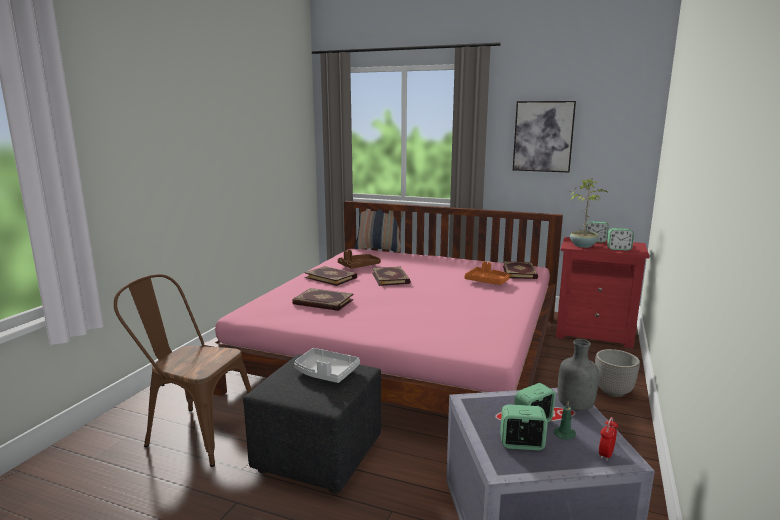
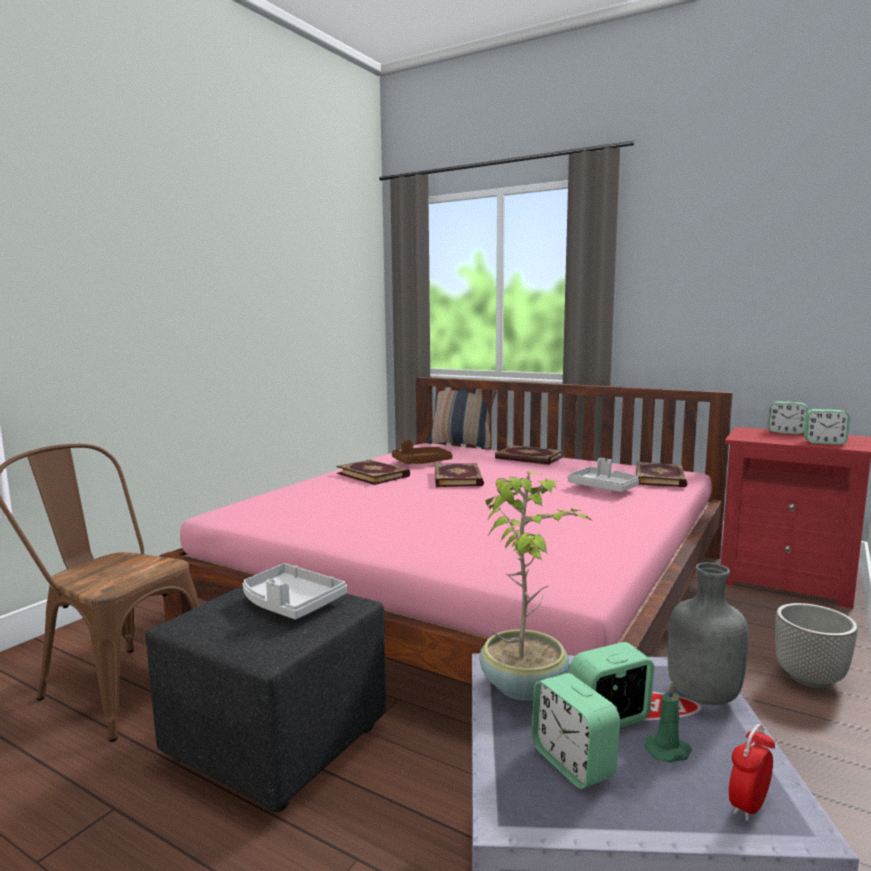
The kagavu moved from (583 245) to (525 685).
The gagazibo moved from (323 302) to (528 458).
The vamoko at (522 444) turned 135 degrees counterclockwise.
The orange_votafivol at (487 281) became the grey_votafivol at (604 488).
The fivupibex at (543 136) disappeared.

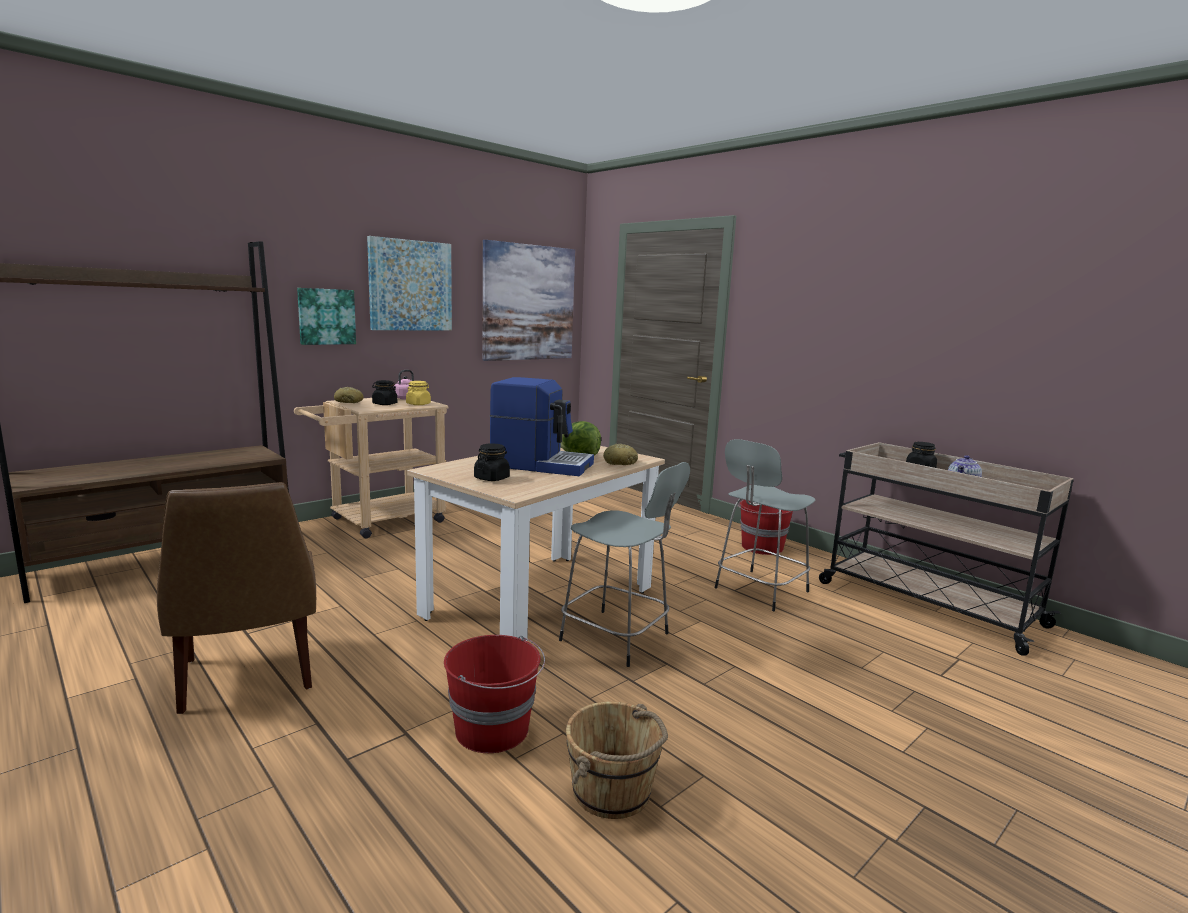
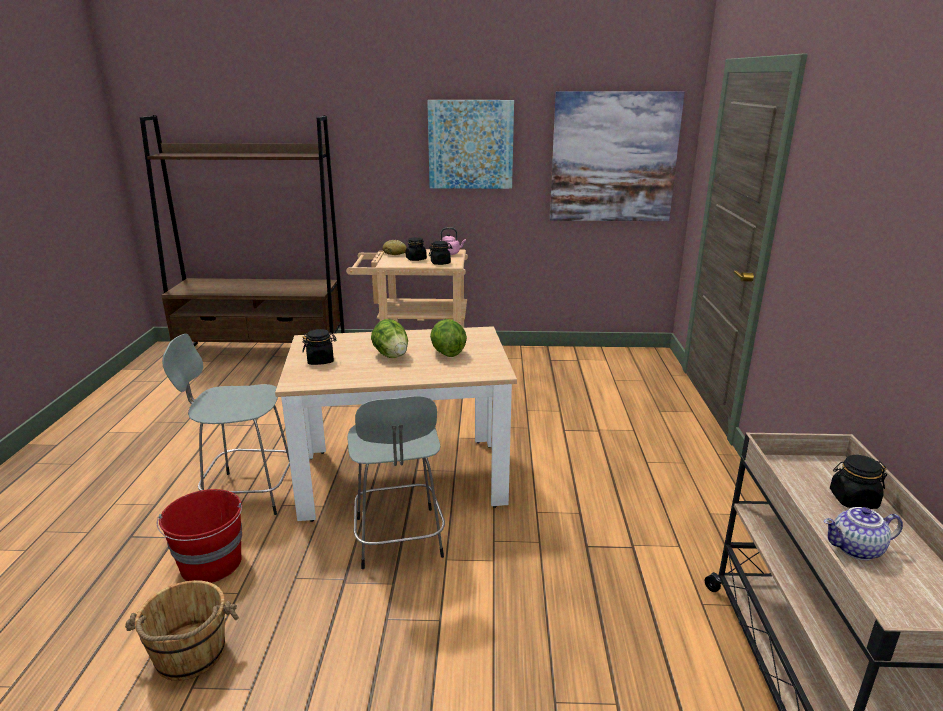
The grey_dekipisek moved from (759 591) to (246 493).
The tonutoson at (541 464) was replaced by the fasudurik at (391 355).
The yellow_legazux at (418 404) became the black_legazux at (440 263).
The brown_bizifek at (248 677) disappeared.
The fivupibex at (326 316) disappeared.
The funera at (620 463) disappeared.
The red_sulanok at (761 547) disappeared.

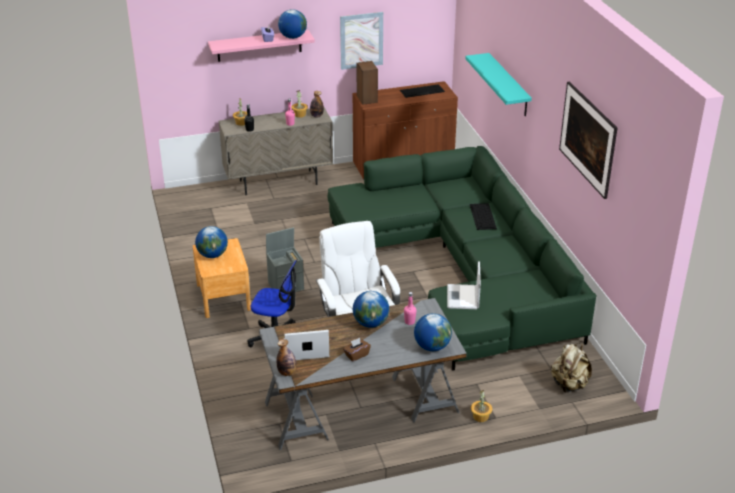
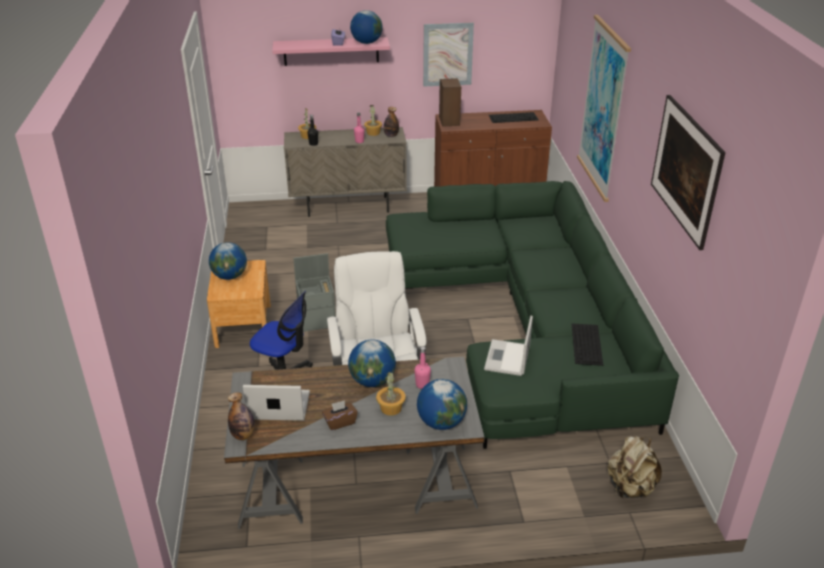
The kagavu moved from (481 417) to (391 408).
The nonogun moved from (483 216) to (587 344).
The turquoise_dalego at (508 85) was replaced by the fivupibex at (603 108).

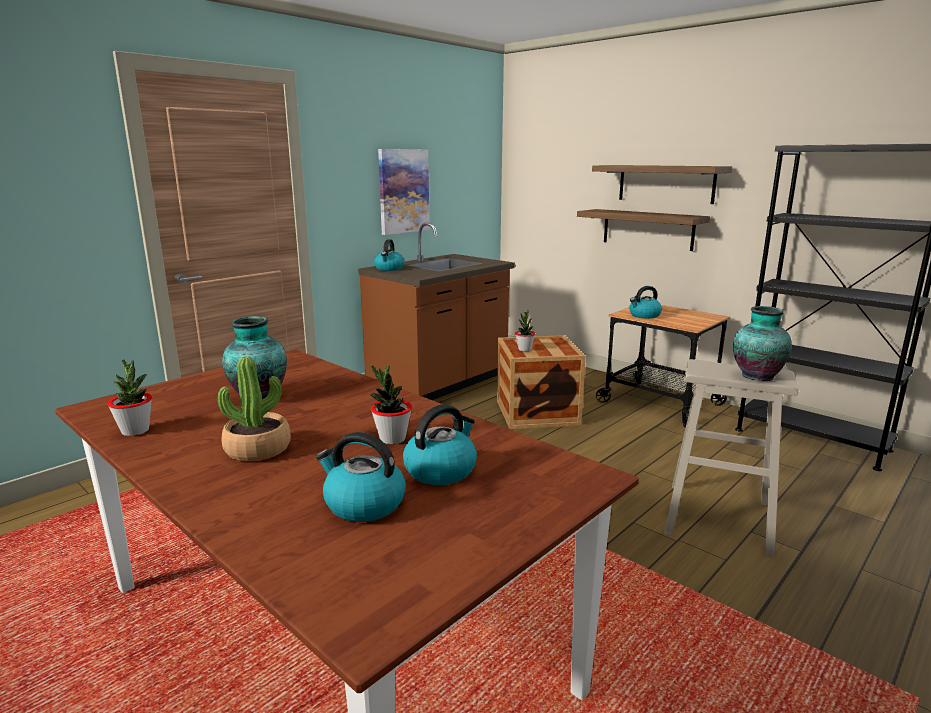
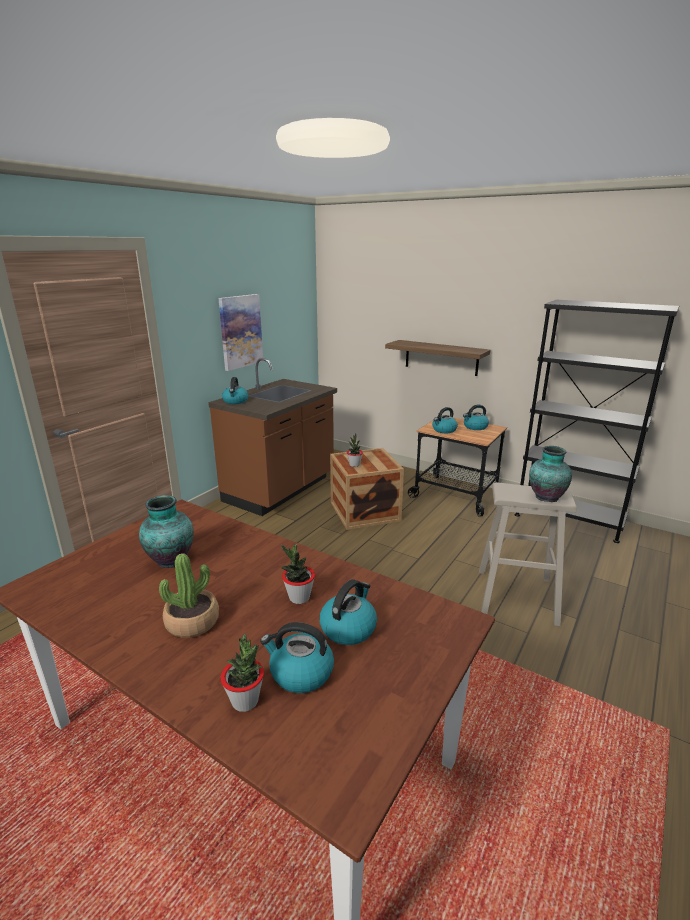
The kagavu moved from (135 431) to (245 701).
The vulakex at (475 427) appeared.
The dalego at (666 183) disappeared.

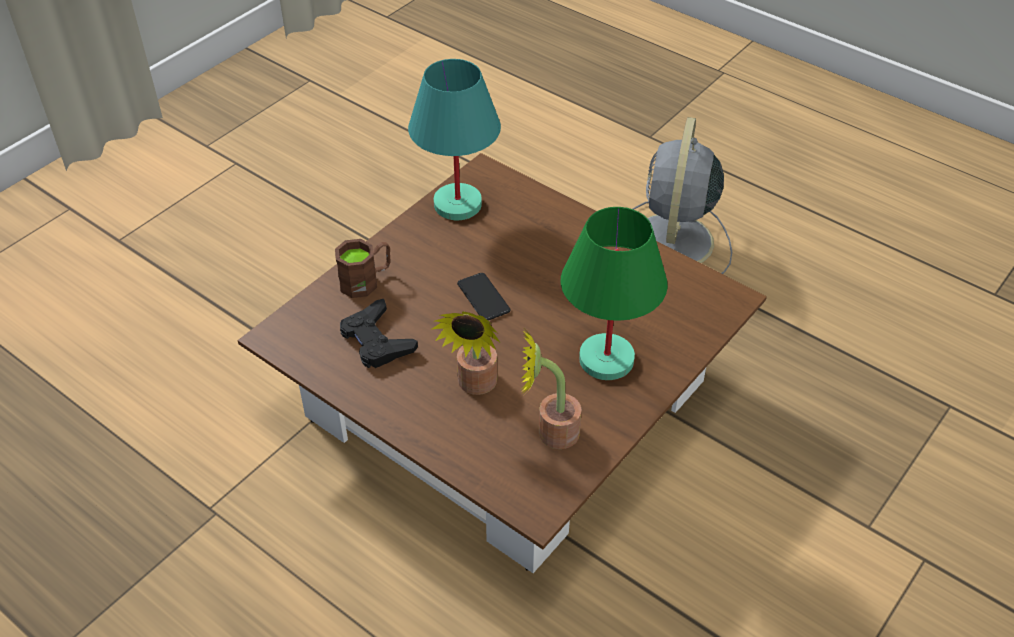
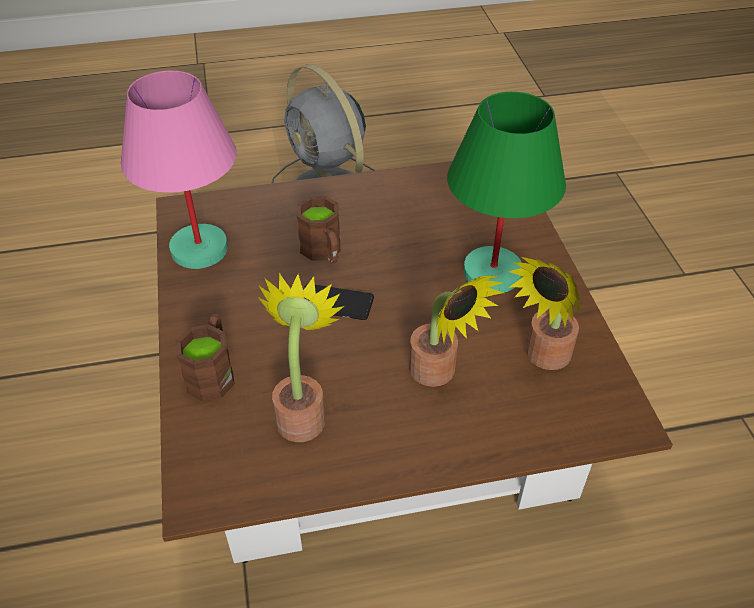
The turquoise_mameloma at (456 204) became the pink_mameloma at (198 250).
The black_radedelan at (376 340) was replaced by the kagavu at (302 412).
The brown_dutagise at (324 252) appeared.

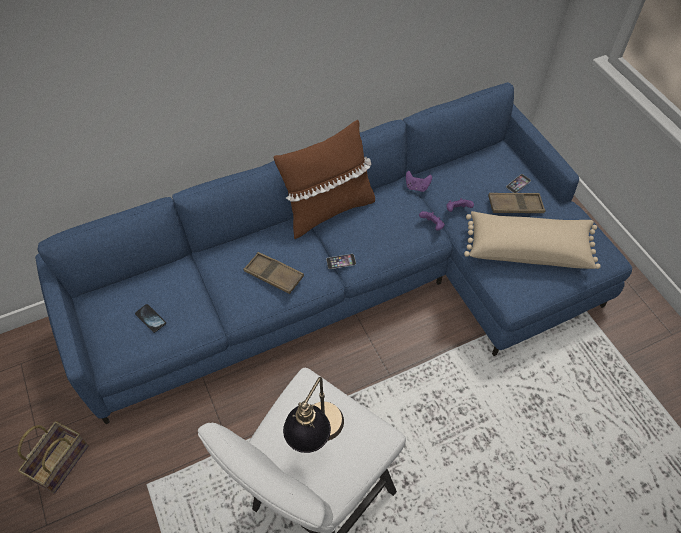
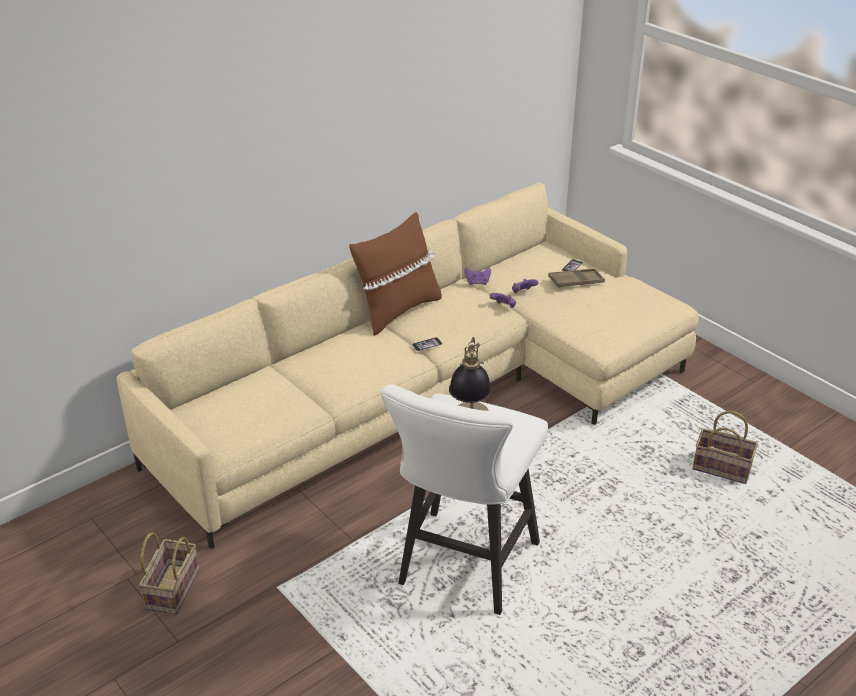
The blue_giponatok at (354 282) became the beige_giponatok at (432 393).
The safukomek at (723 468) appeared.
The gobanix at (150 318) disappeared.
The brown_votafivol at (274 275) disappeared.
The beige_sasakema at (527 248) disappeared.

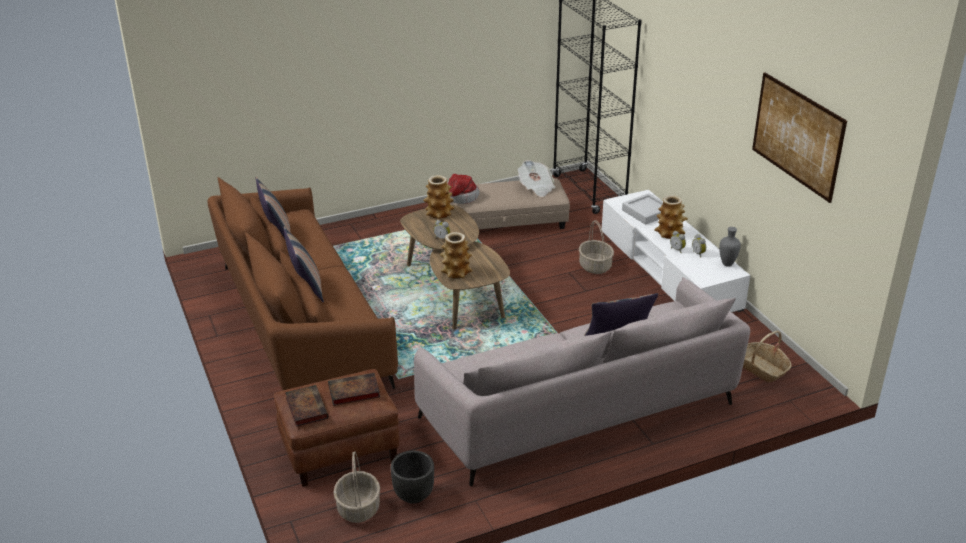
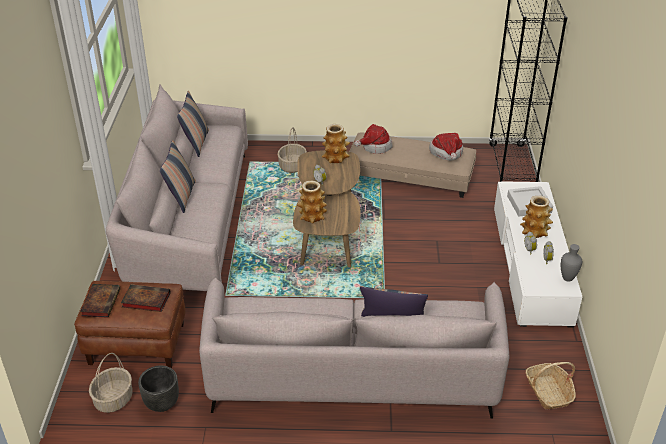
The brown_giponatok at (299 322) became the grey_giponatok at (188 221).
The safukomek moved from (595 266) to (292 166).
The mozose at (536 188) was replaced by the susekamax at (447 154).
The fivupibex at (797 135) disappeared.

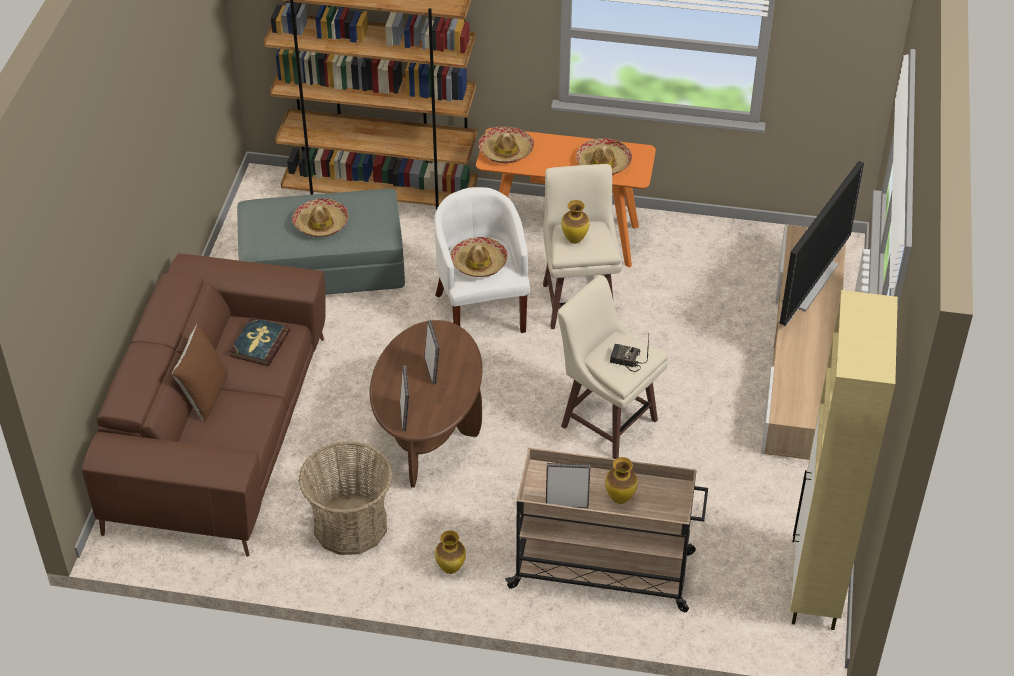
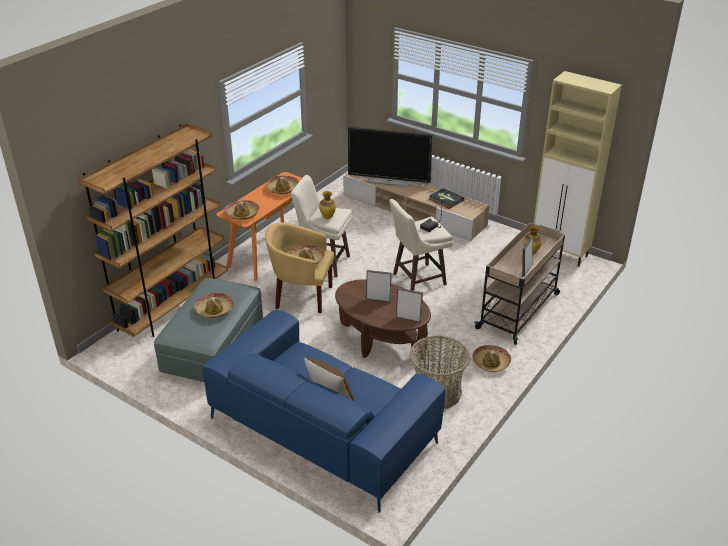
The brown_giponatok at (220 432) became the blue_giponatok at (323 429).
The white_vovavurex at (481 309) became the yellow_vovavurex at (301 296).
The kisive at (810 283) turned 135 degrees clockwise.
The gagazibo moved from (259 344) to (446 200).
The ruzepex at (450 569) was replaced by the susekamax at (491 362).

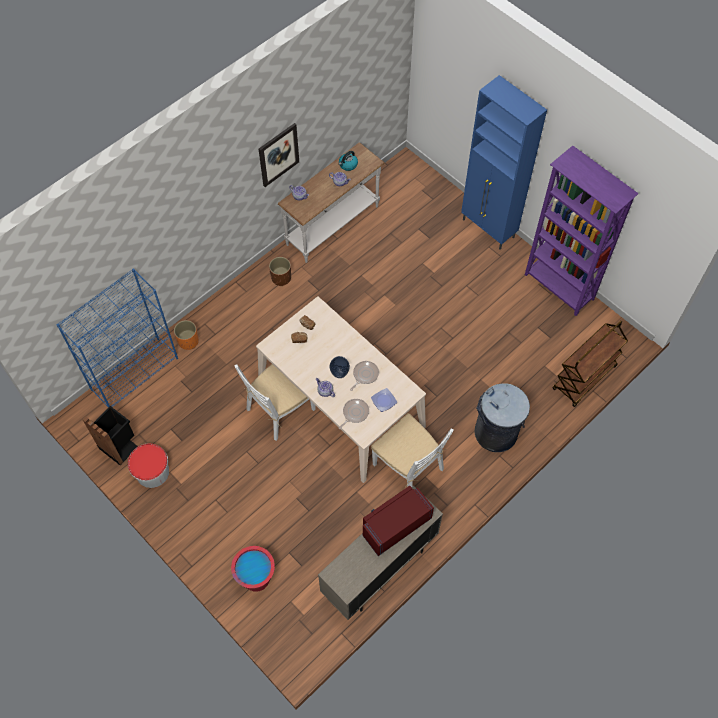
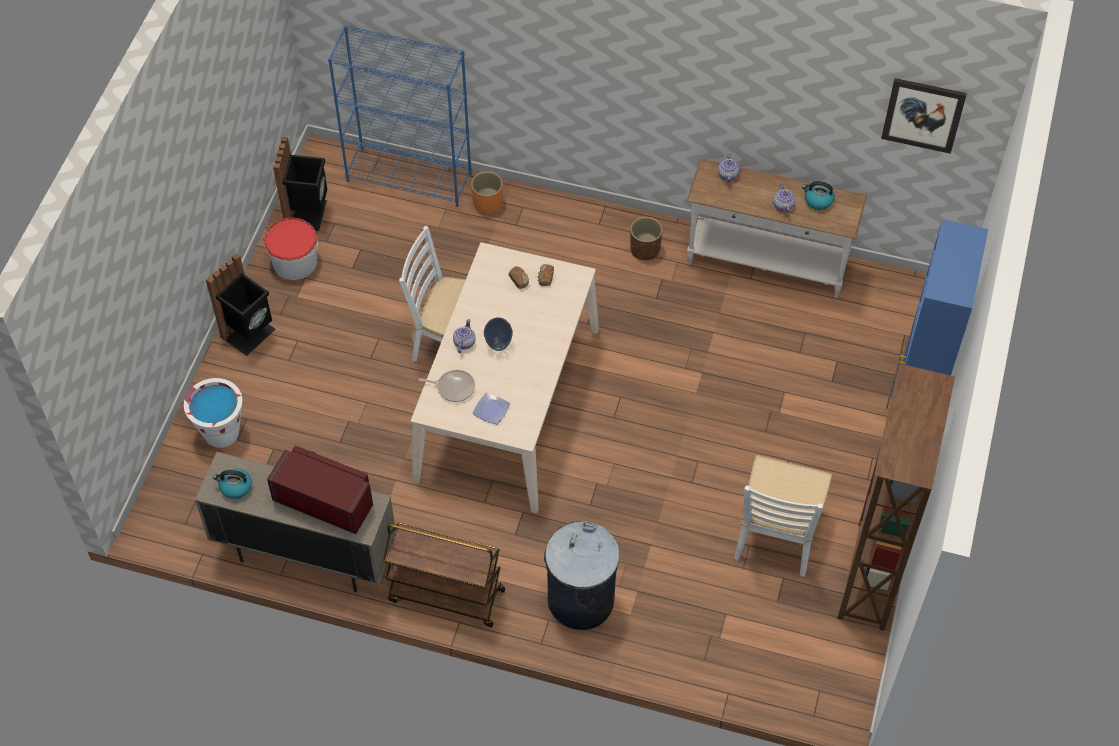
The red_sulanok at (256 579) became the white_sulanok at (221 433).
The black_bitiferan at (250 334) appeared.
The vulakex at (235 487) appeared.
The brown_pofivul moved from (584 378) to (445 595).
The white_bizifek moved from (408 467) to (777 535).
The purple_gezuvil at (559 288) became the brown_gezuvil at (869 576).
The fivupibex moved from (278 154) to (923 115).
The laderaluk at (364 375) disappeared.

